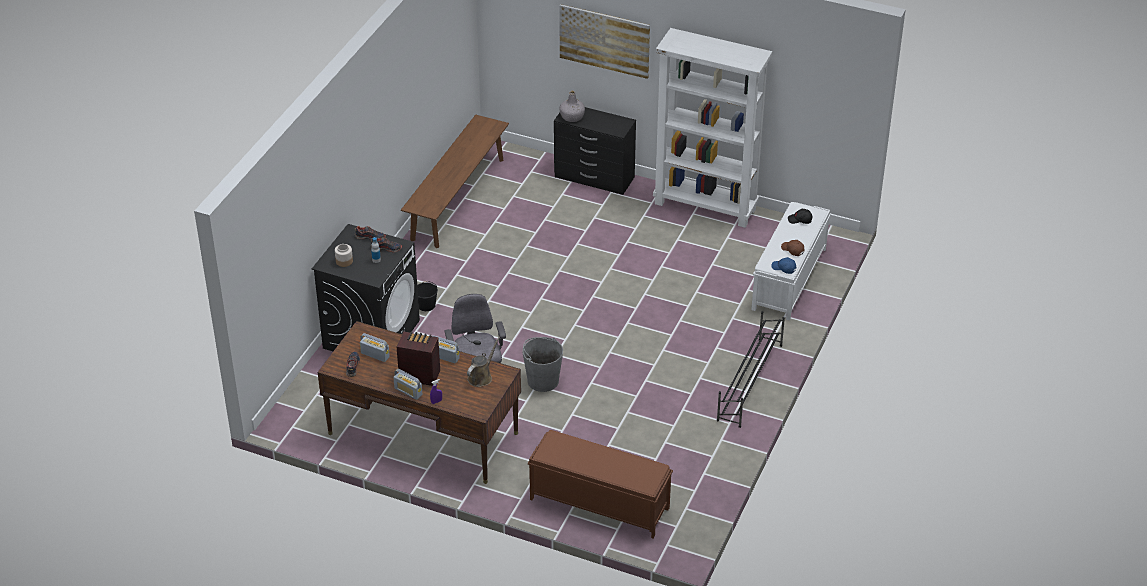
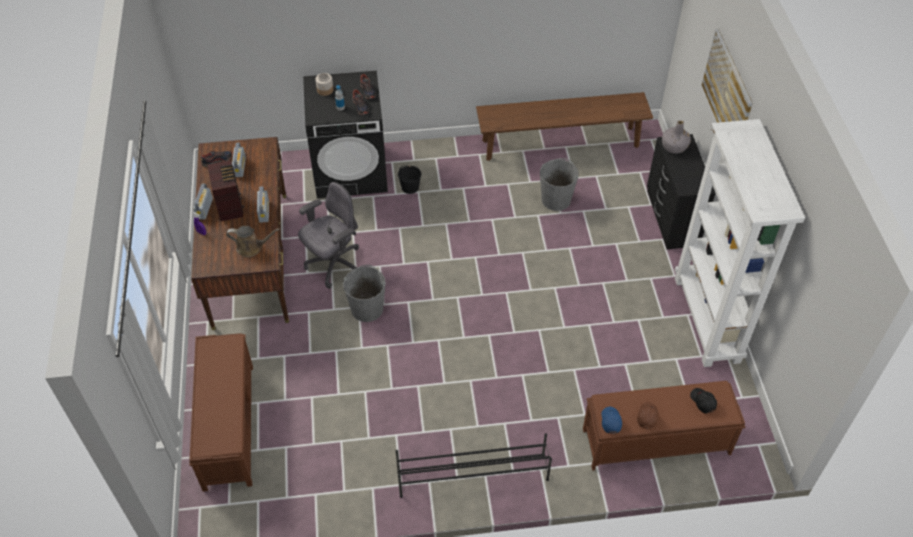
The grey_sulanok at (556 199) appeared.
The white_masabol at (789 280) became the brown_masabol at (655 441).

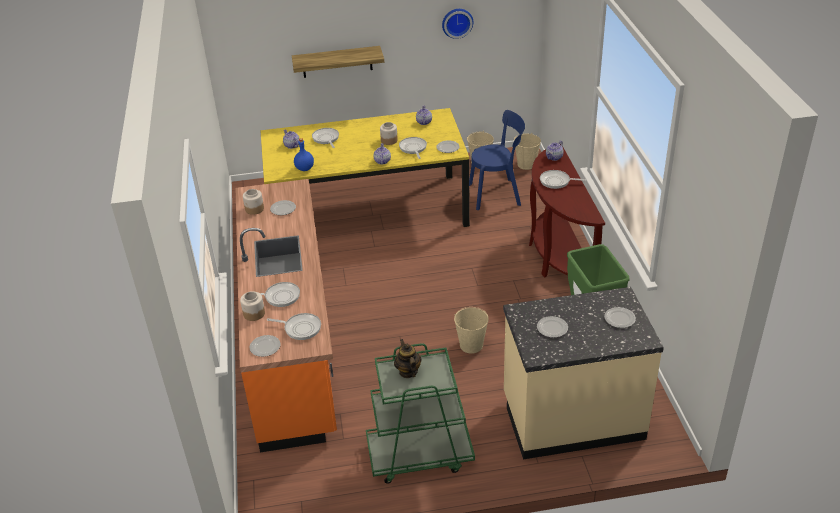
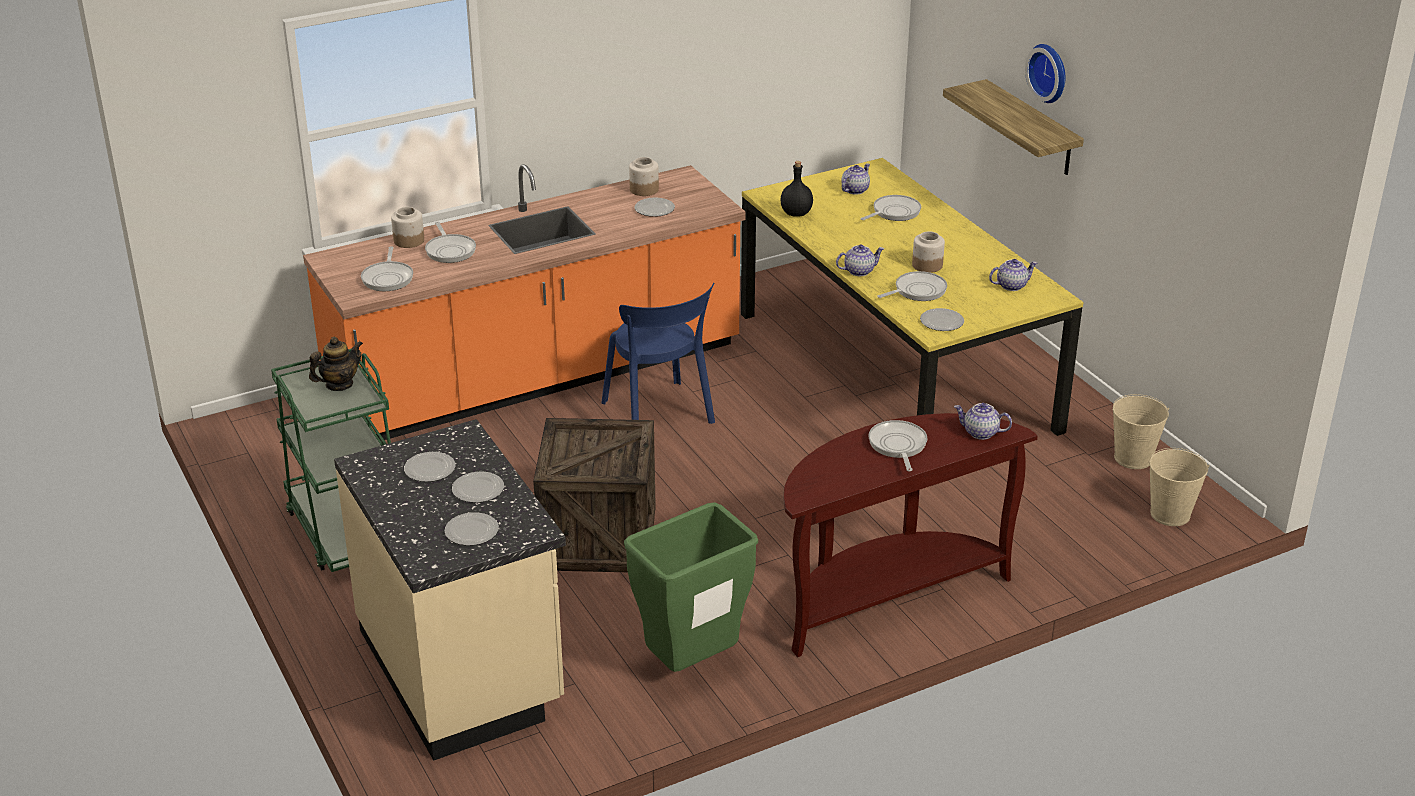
The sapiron moved from (265 347) to (478 489).
The beige_sulanok at (471 345) was replaced by the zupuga at (598 538).
The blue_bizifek moved from (497 194) to (659 415).
The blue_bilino at (305 168) became the black_bilino at (796 213).
The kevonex moved from (457 22) to (1050 72).

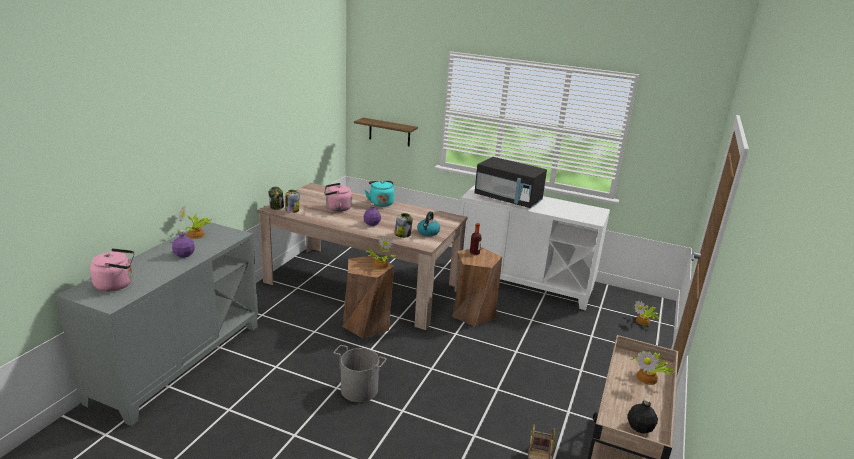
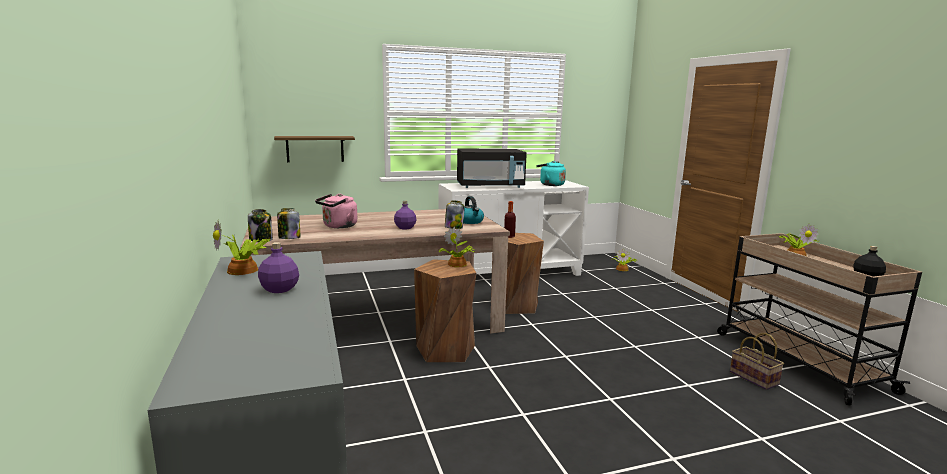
The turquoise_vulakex moved from (381 203) to (550 185).
The pink_vulakex at (117 284) disappeared.
The grey_sulanok at (359 389) disappeared.

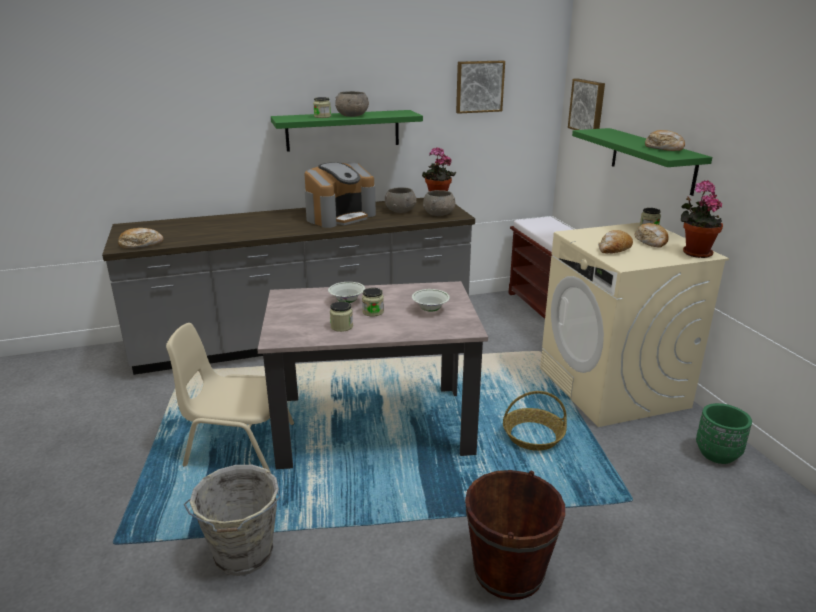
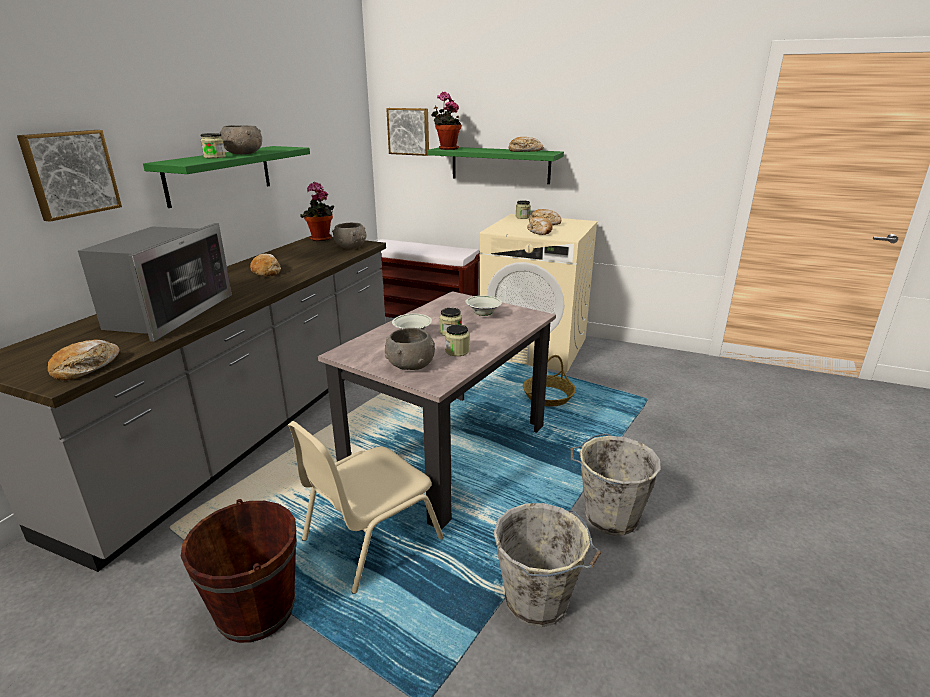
The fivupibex moved from (479 86) to (70 173).
The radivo at (167 313) appeared.
The brown_sulanok moved from (508 571) to (256 610).
The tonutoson at (340 216) was replaced by the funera at (266 271).
The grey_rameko moved from (400 211) to (410 365).
The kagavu moved from (694 252) to (446 149).
The grey_sulanok at (608 517) appeared.
The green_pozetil at (717 454) disappeared.

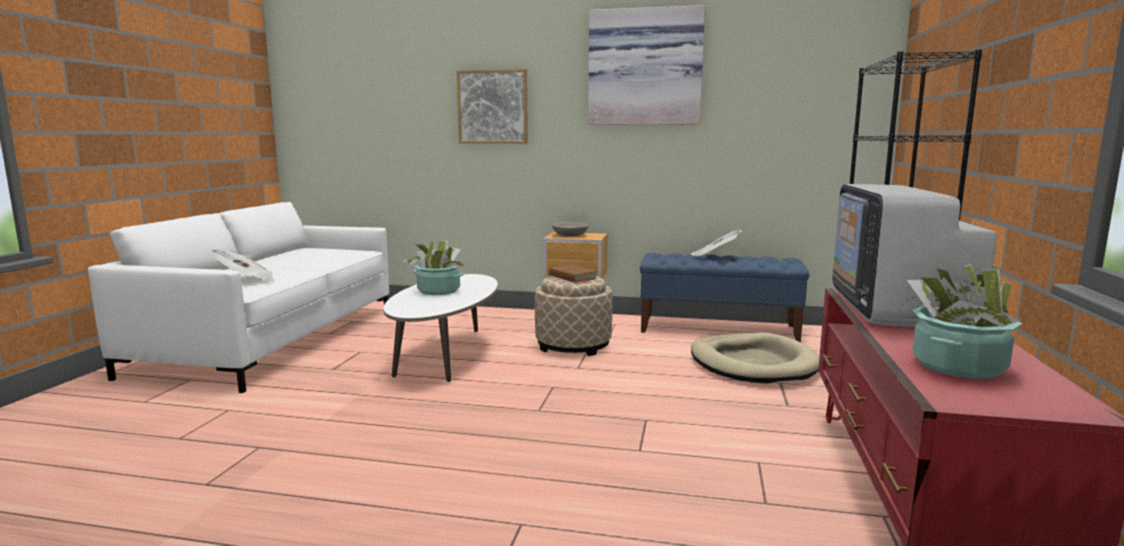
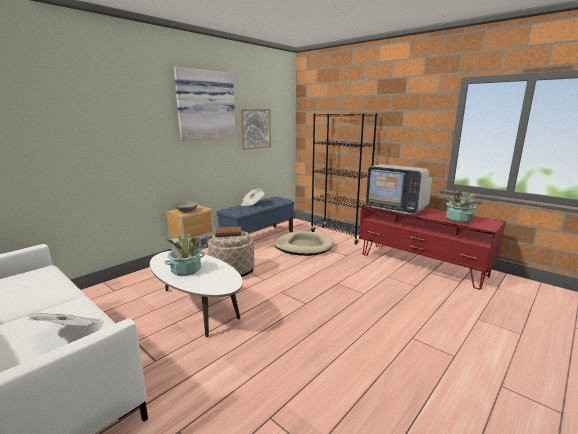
The fivupibex moved from (493 107) to (255 128).

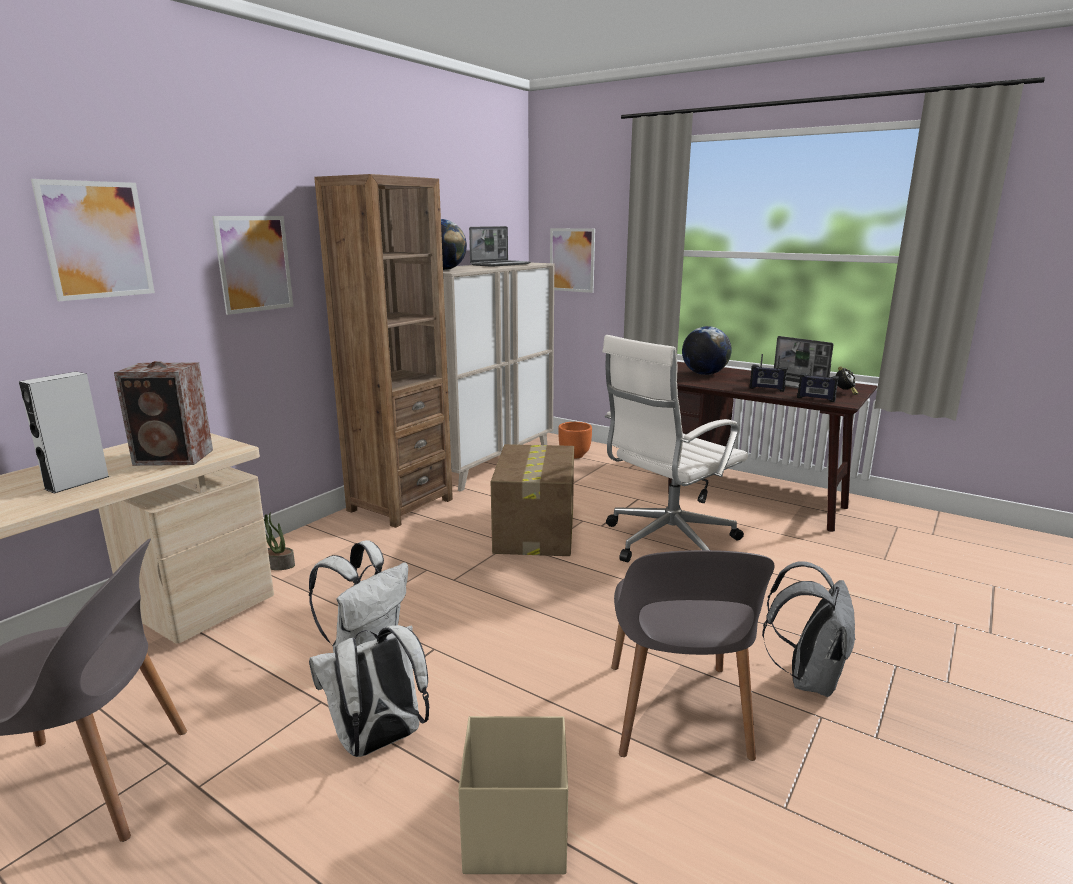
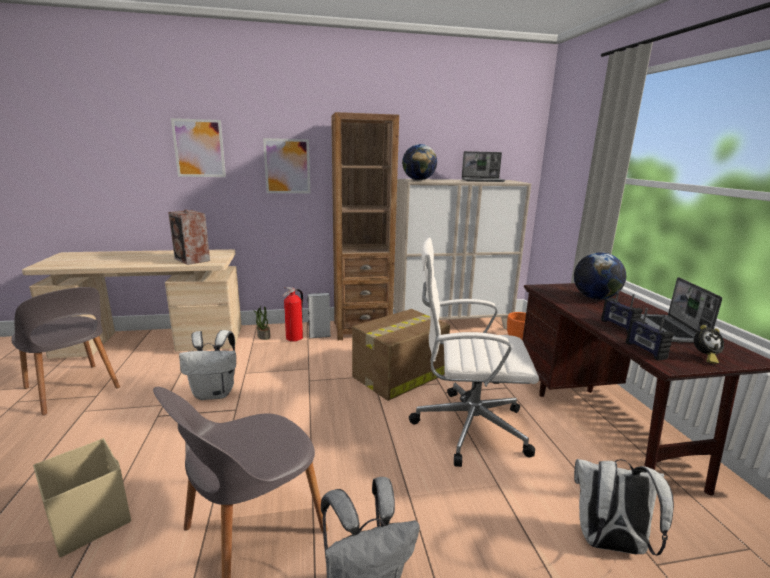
The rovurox at (295 338) appeared.
The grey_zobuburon moved from (77 482) to (319 335).
The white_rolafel moved from (379 742) to (608 544).
The fivupibex at (572 260) disappeared.

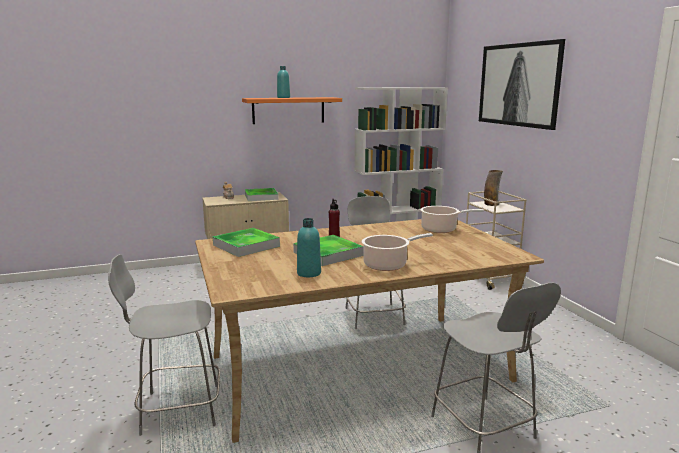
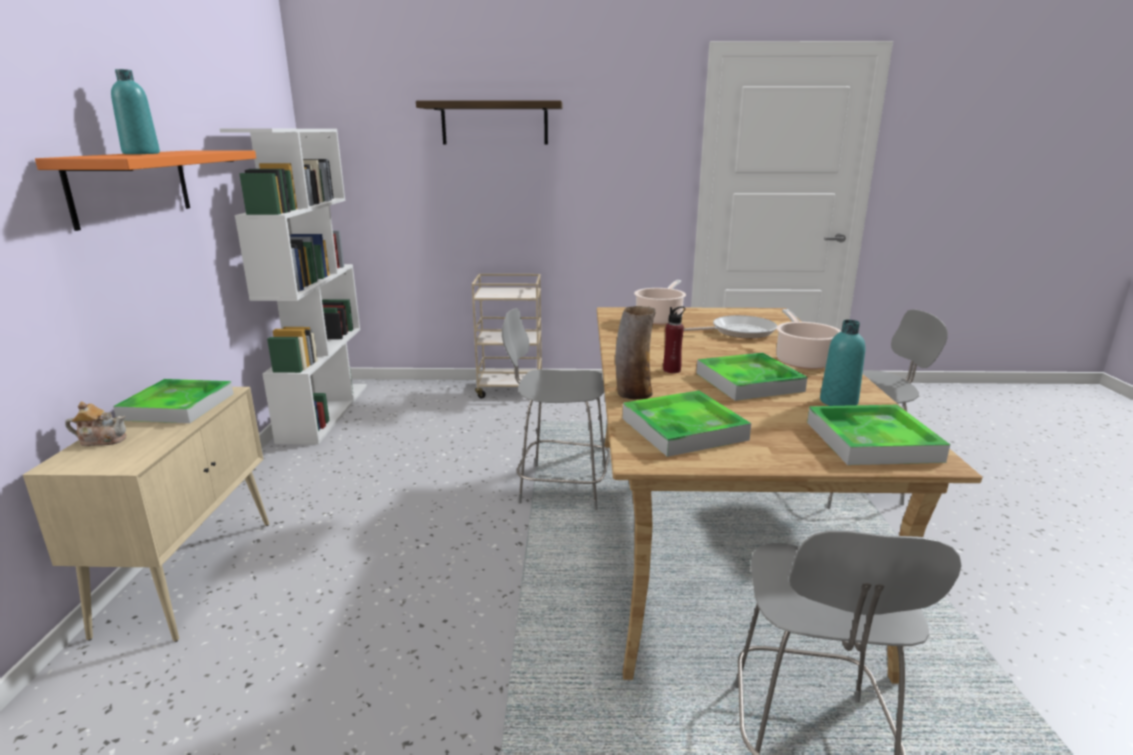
The fivupibex at (519 85) was replaced by the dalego at (494 123).
The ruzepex moved from (491 204) to (633 393).
The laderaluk at (739 332) appeared.
The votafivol at (872 441) appeared.

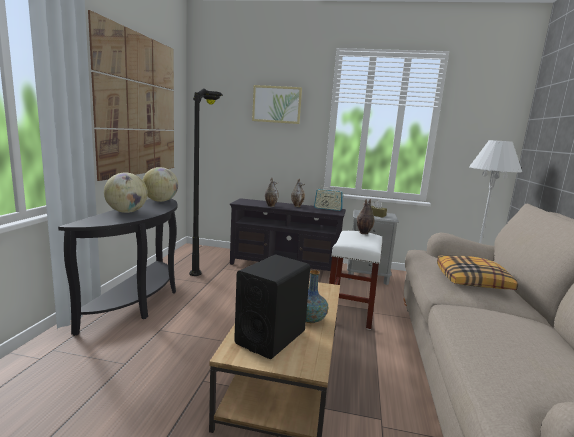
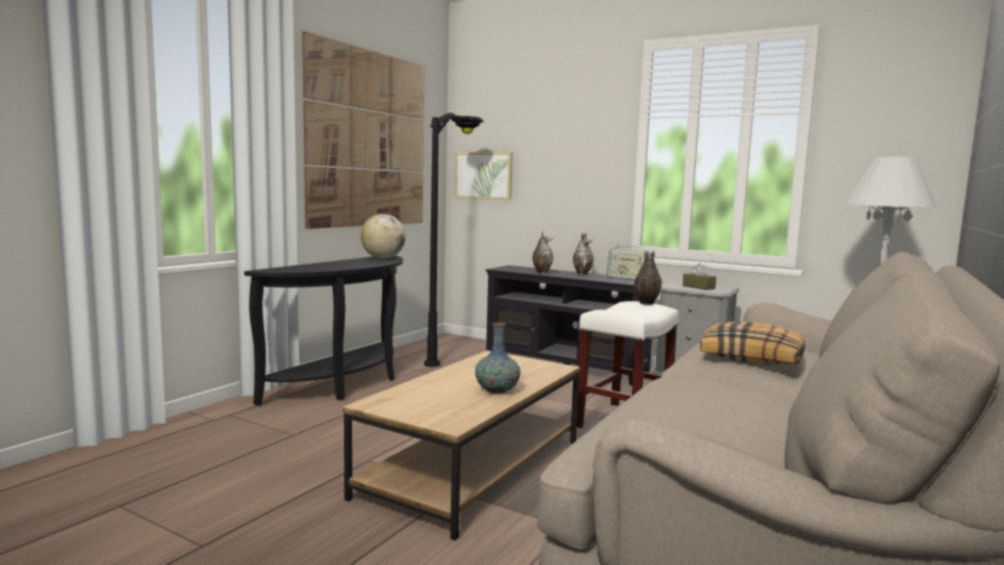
The fivupibex moved from (276 104) to (483 175).
The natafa at (127 212) disappeared.
The black_zobuburon at (270 337) disappeared.

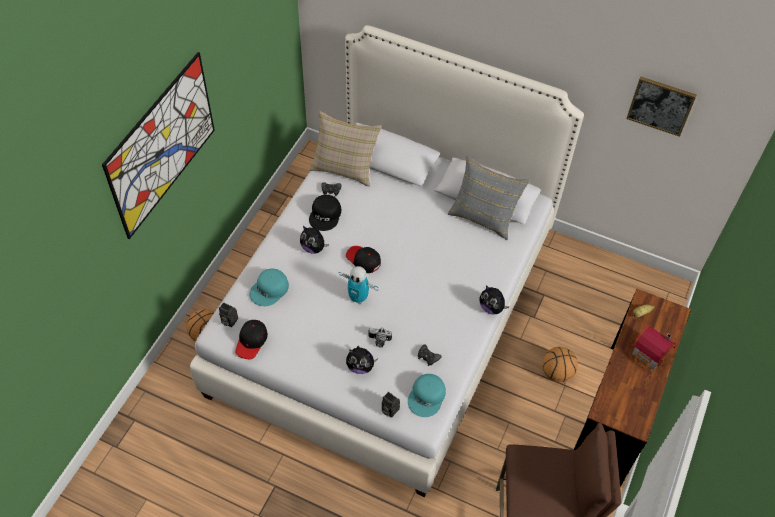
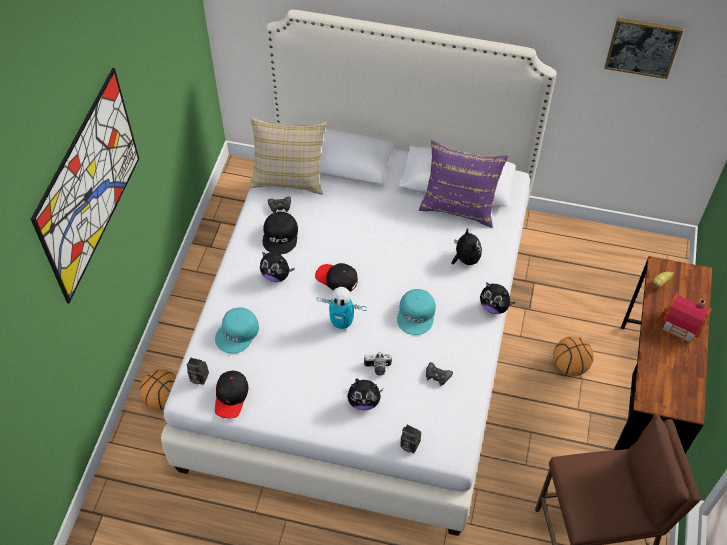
The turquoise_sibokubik moved from (427 397) to (417 314).
The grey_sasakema at (484 215) became the purple_sasakema at (460 204).
The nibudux at (465 259) appeared.

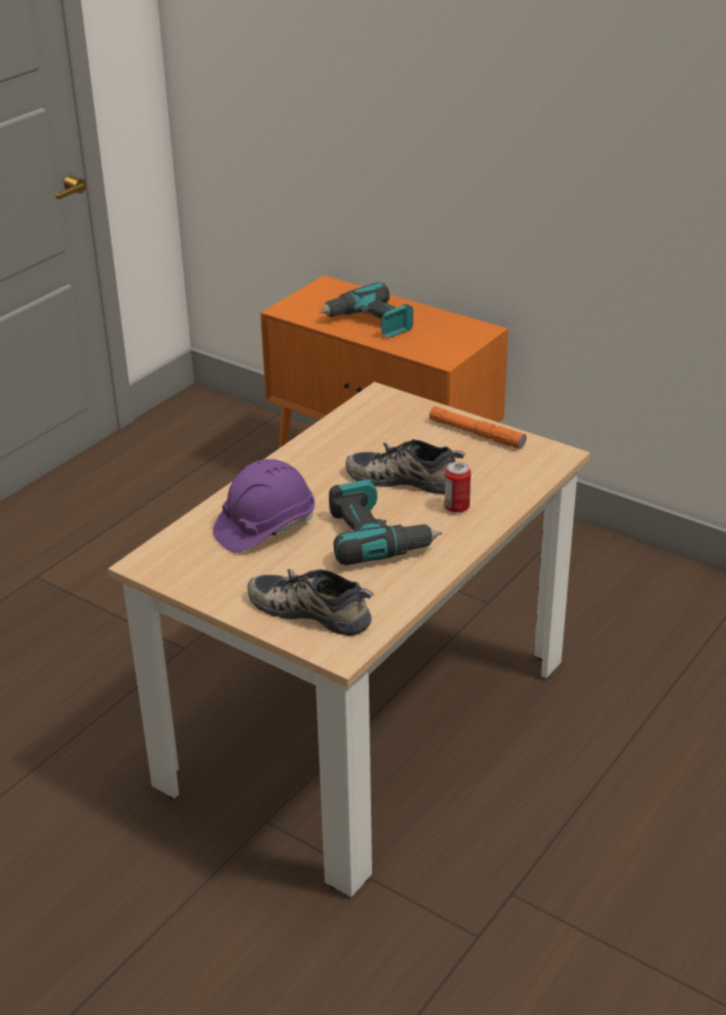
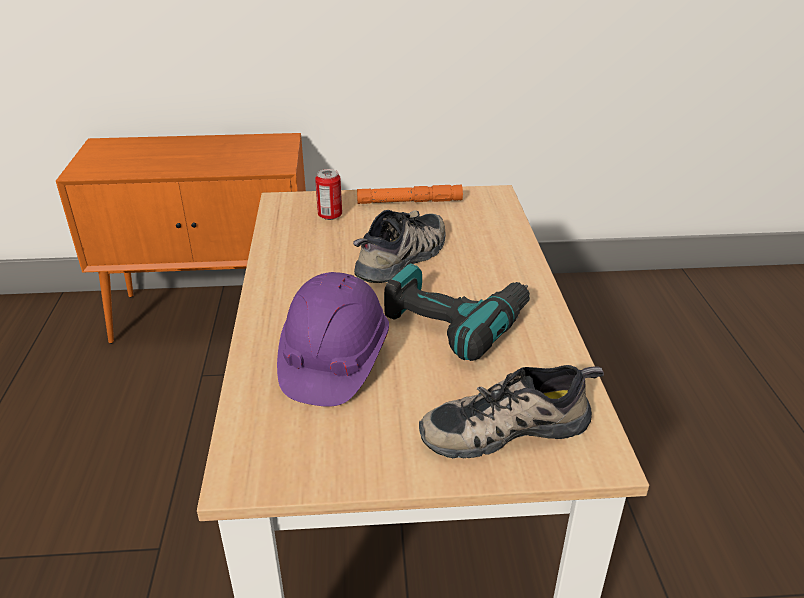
The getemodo moved from (457 508) to (330 216).
The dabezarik at (405 478) turned 150 degrees clockwise.
The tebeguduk at (370 323) disappeared.

